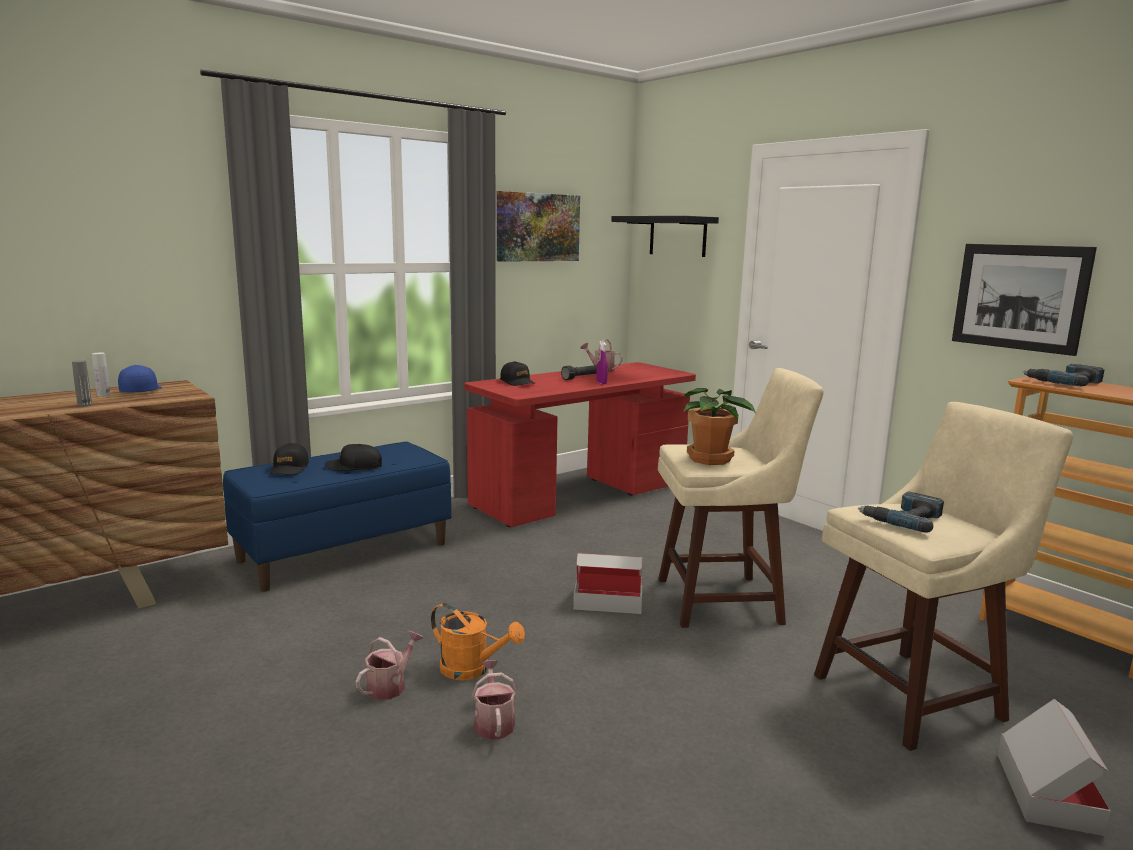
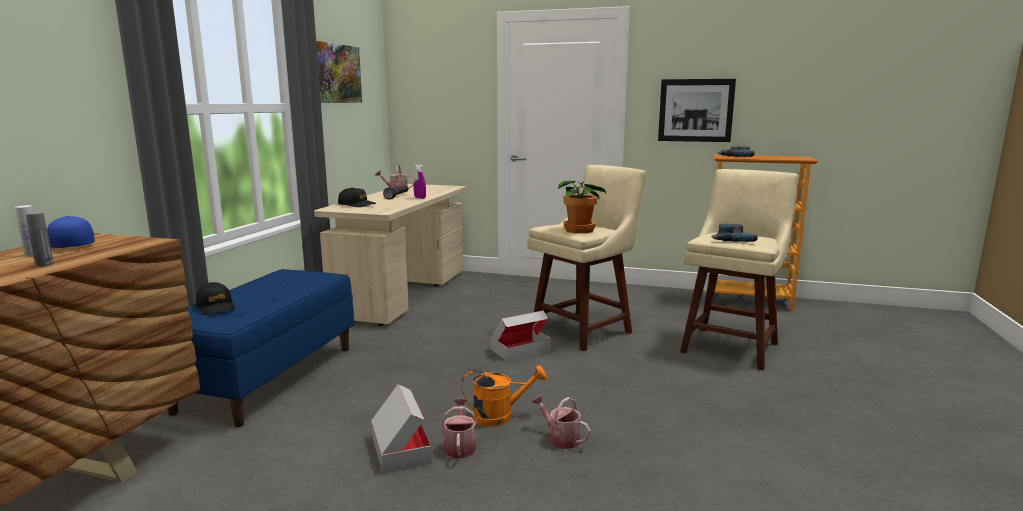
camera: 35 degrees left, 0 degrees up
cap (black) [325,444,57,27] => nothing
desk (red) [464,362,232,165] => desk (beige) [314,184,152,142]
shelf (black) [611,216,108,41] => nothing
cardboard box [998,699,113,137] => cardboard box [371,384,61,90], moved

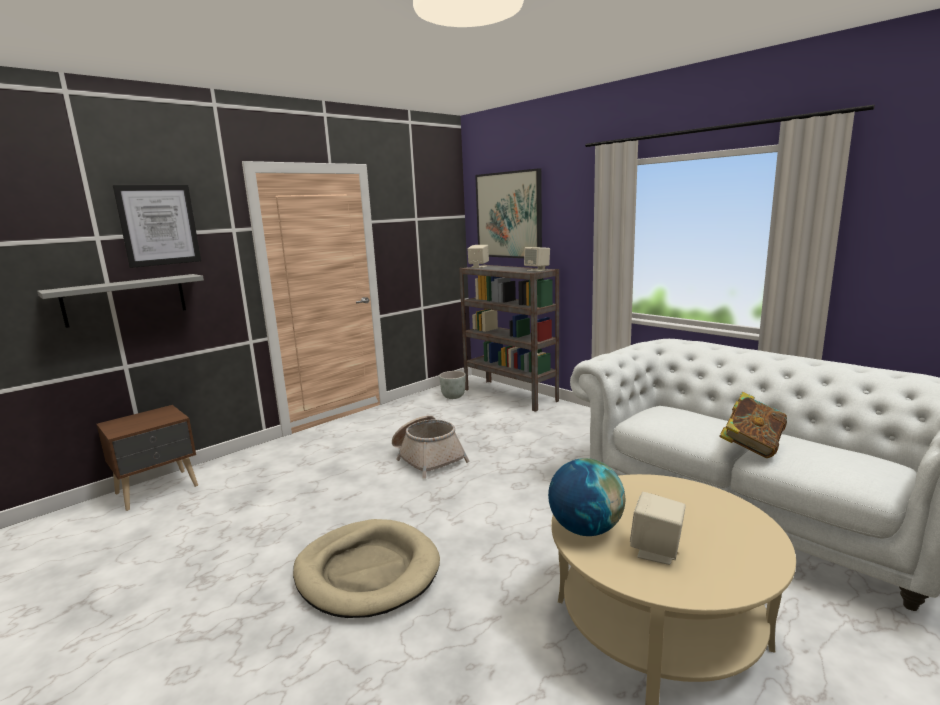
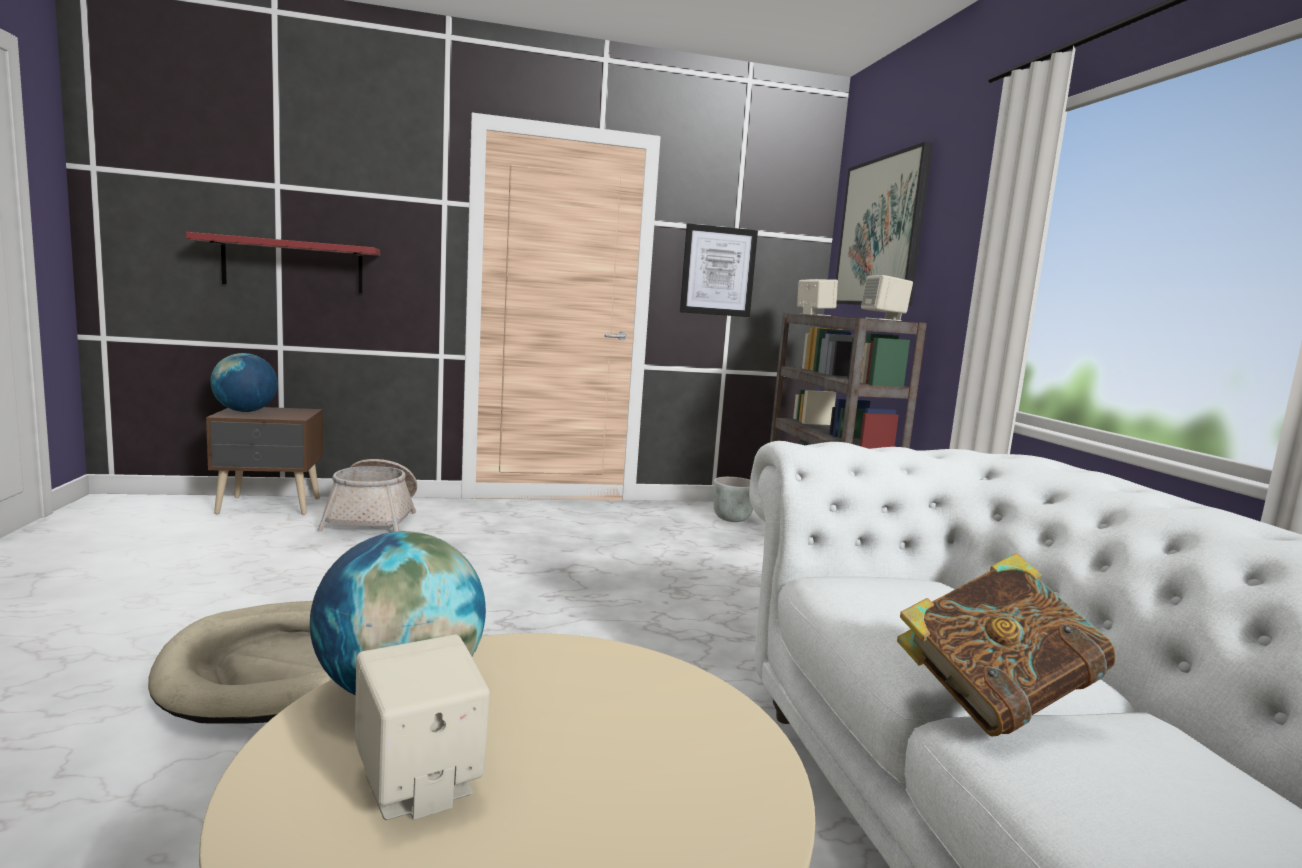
camera: 30 degrees right, 5 degrees down
shelf (grey) [37,274,167,54] => shelf (red) [186,232,194,62]
picture [113,185,88,83] => picture [680,223,78,94], moved
basket [392,416,77,63] => basket [318,459,99,73], moved
nothing => globe [210,353,68,59]

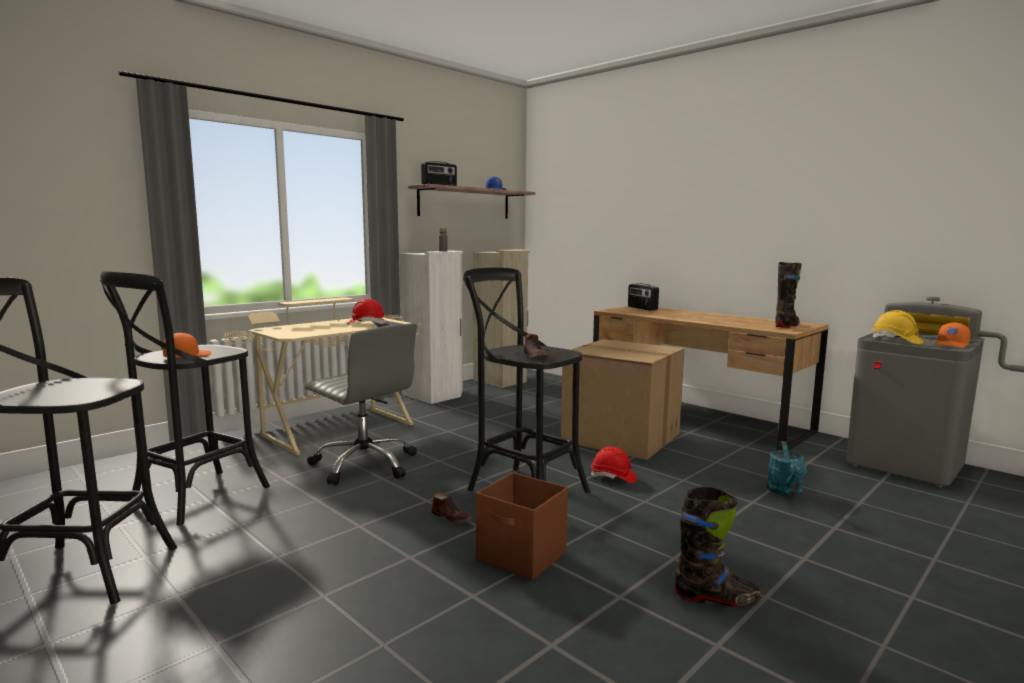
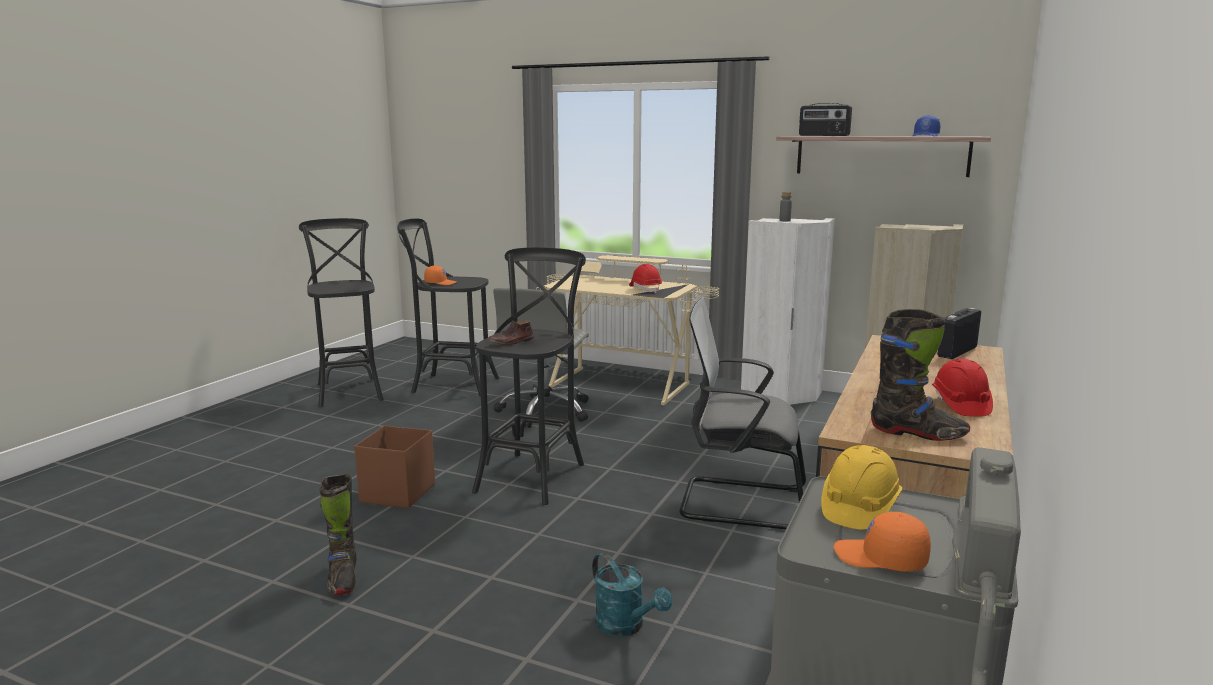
camera: 70 degrees right, 5 degrees up
shoe (brown) [431,493,42,30] => nothing
cardboard box [561,339,124,121] => chair [679,298,127,231]
hard hat (red) [590,447,47,36] => hard hat (red) [932,359,61,58], moved
watering can (turquoise) [767,441,40,56] => watering can (turquoise) [592,552,80,84], 120 degrees counterclockwise

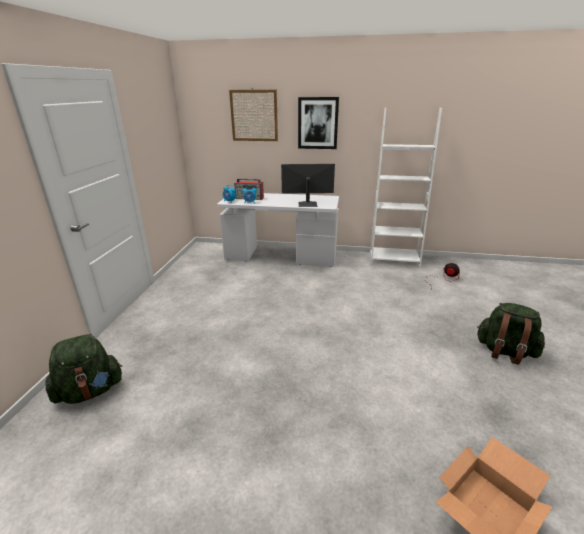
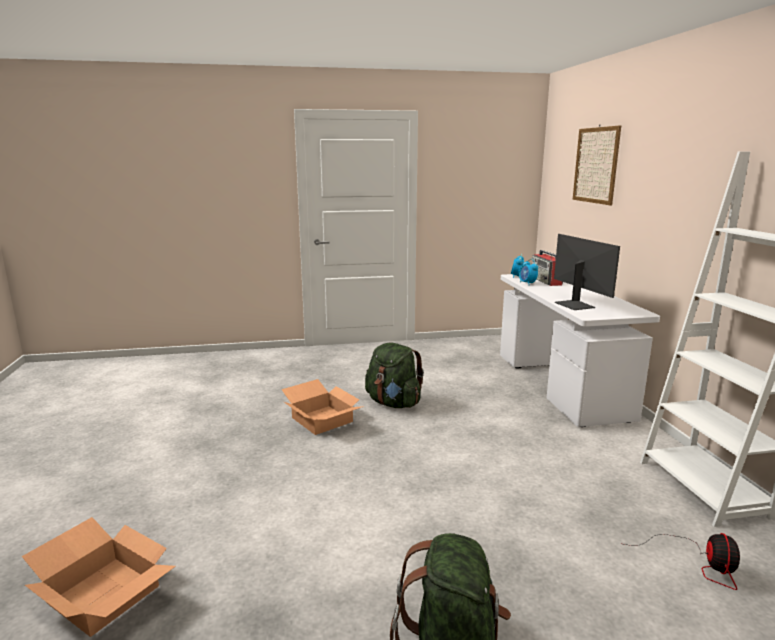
camera: 70 degrees right, 10 degrees down
backpack (green) [45,334,77,70] => backpack (green) [365,343,59,65], moved
picture [298,97,41,52] => nothing
nothing => cardboard box [281,379,83,56]

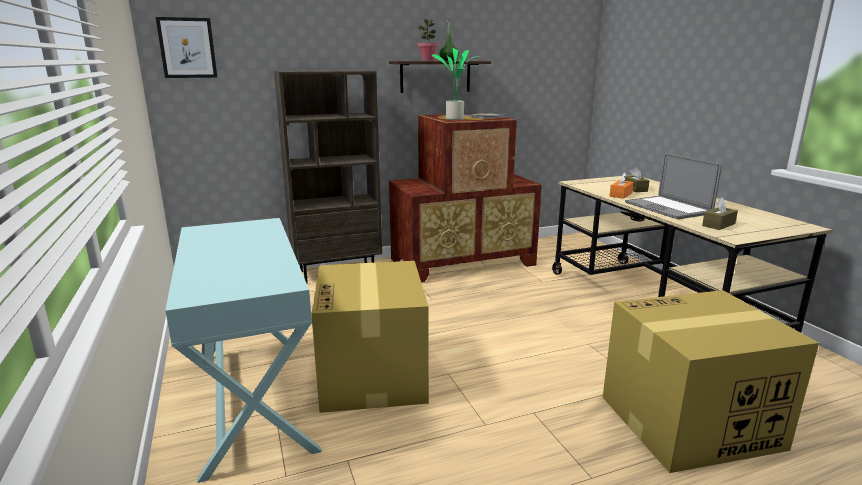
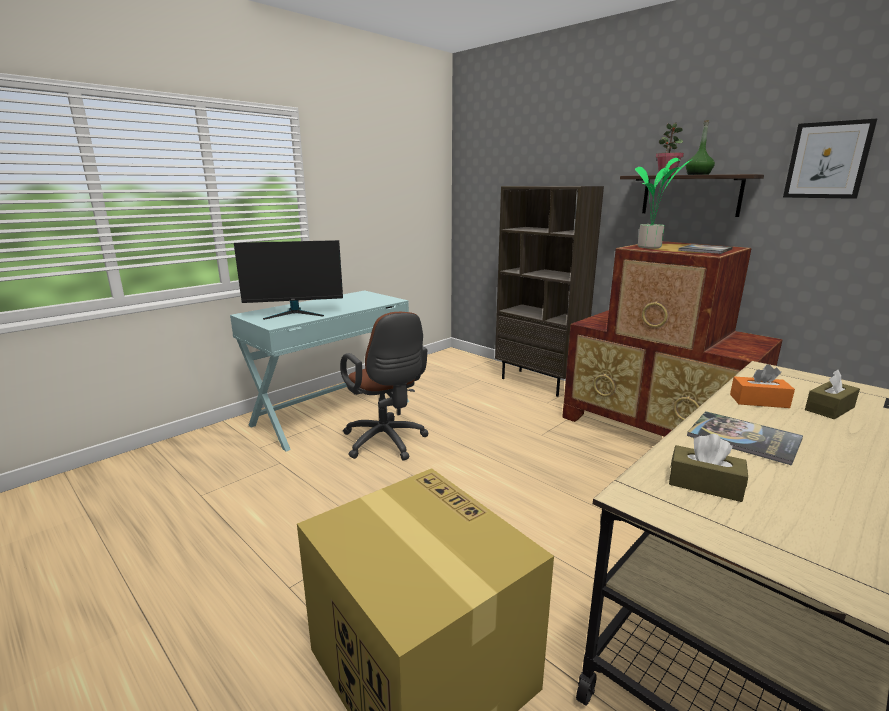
camera: 65 degrees right, 0 degrees up
picture [156,17,61,61] => picture [783,119,94,80], moved
cardboard box [311,261,118,152] => office chair (brown) [340,312,89,149]
laptop [625,153,97,66] => book [687,411,116,55]
nothing => monitor [234,240,109,80]

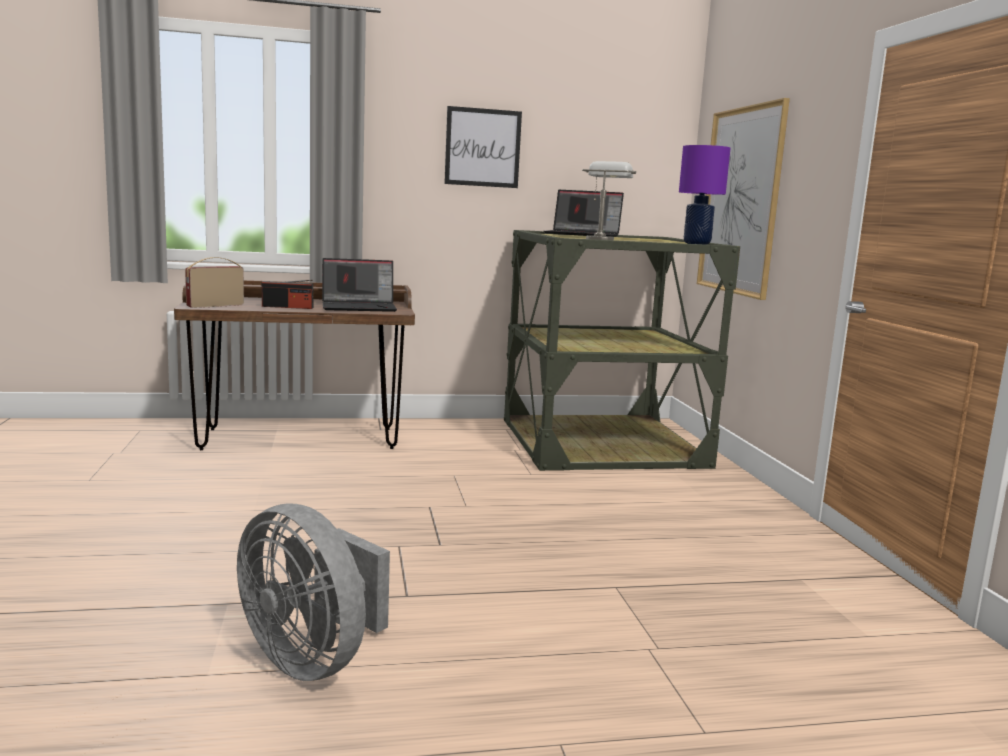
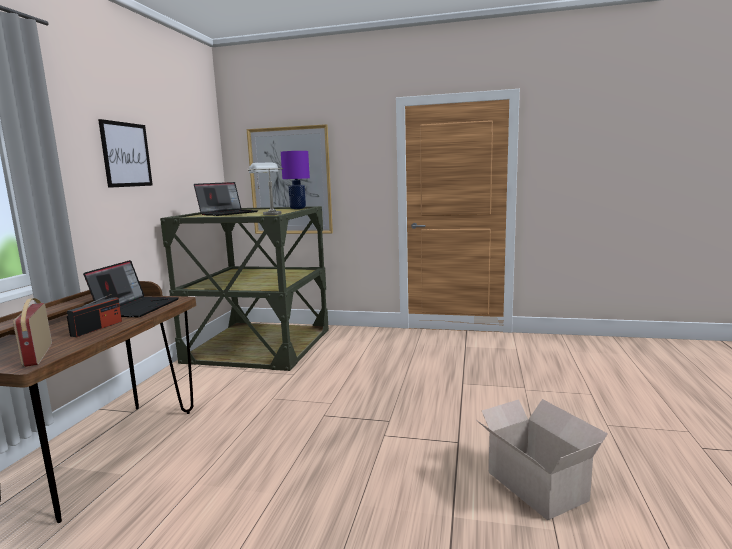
camera: 65 degrees left, 0 degrees up
fan (grey) [237,503,153,178] => cardboard box [476,399,132,121]

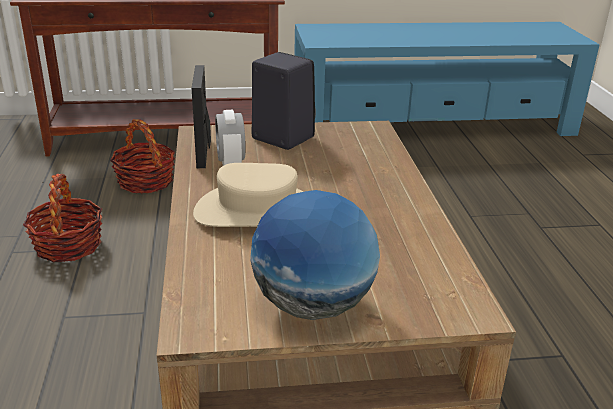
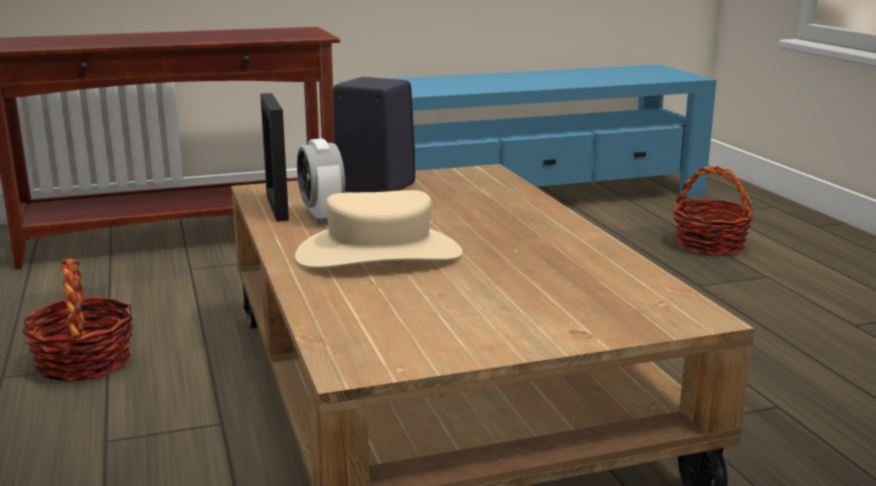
camera: 10 degrees left, 10 degrees down
basket [110,119,65,74] => basket [673,166,80,89], moved
globe [250,190,130,130] => nothing

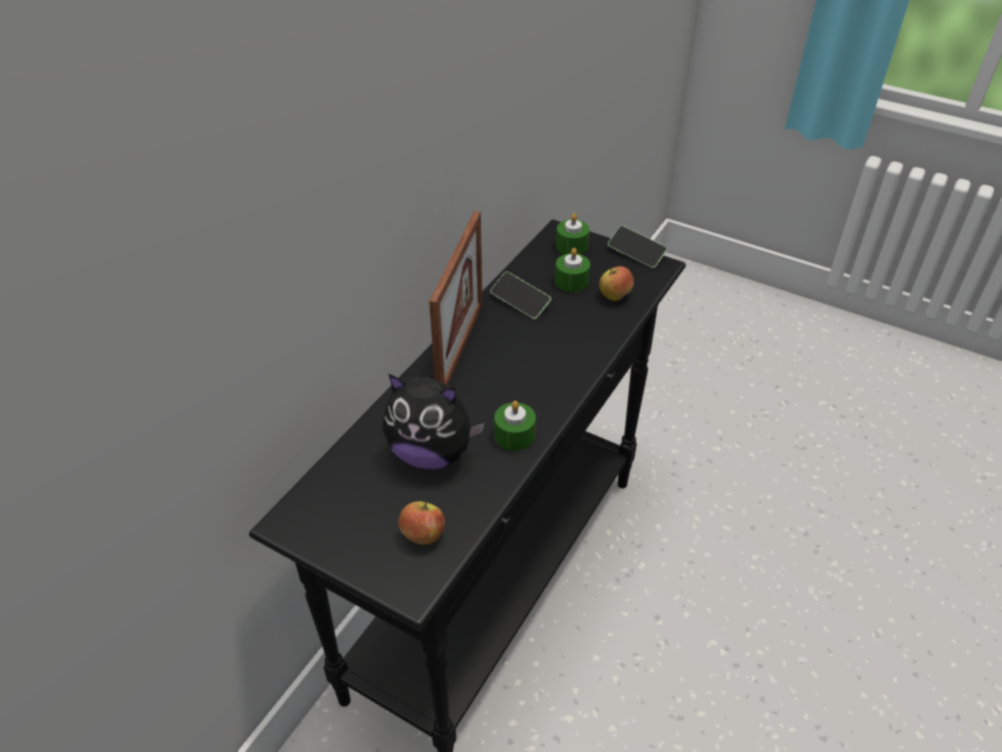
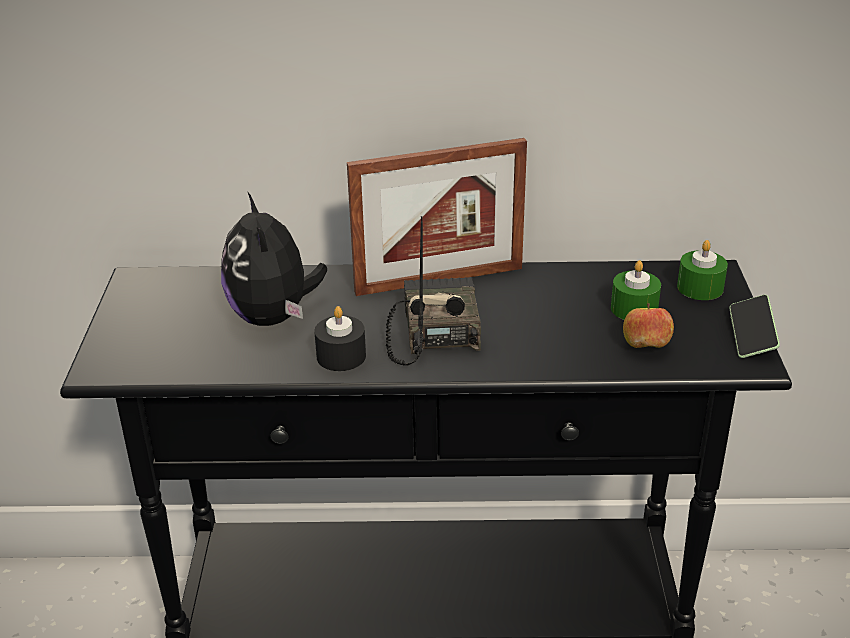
camera: 60 degrees right, 10 degrees down
apple [398,501,47,44] => nothing
phone [490,272,61,47] => nothing
candle (green) [494,401,42,50] => candle (black) [314,306,52,65]
nothing => radio [386,216,95,150]

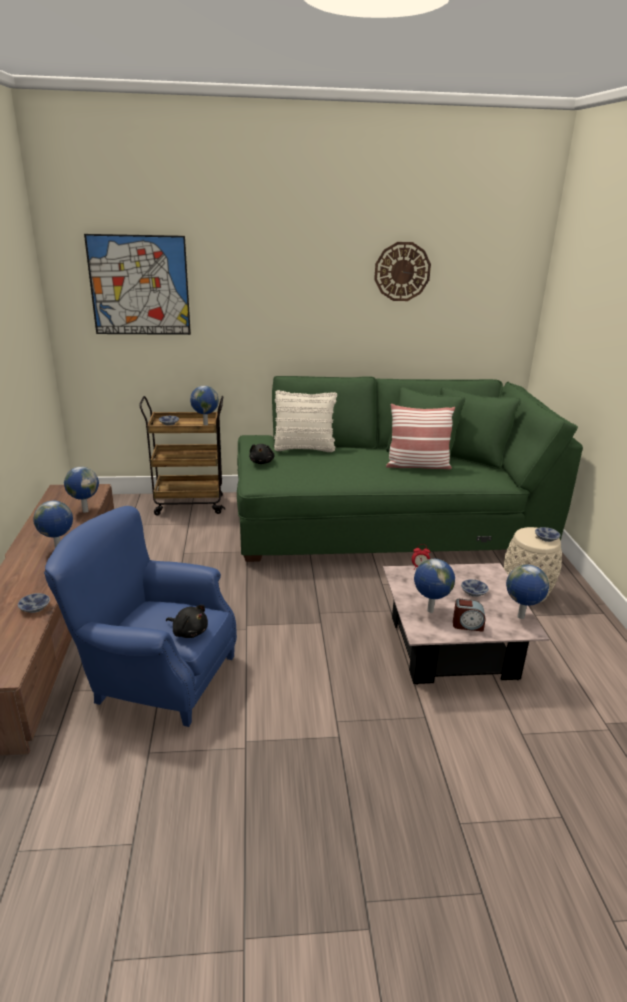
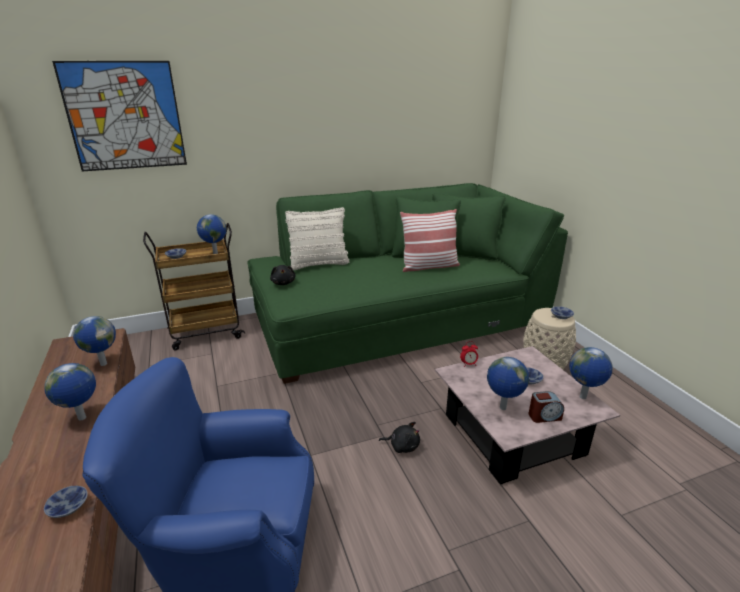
camera: 15 degrees left, 0 degrees up
plush toy (black) [166,605,42,33] => plush toy (black) [379,422,41,31], moved
wall clock [374,242,57,59] => nothing

